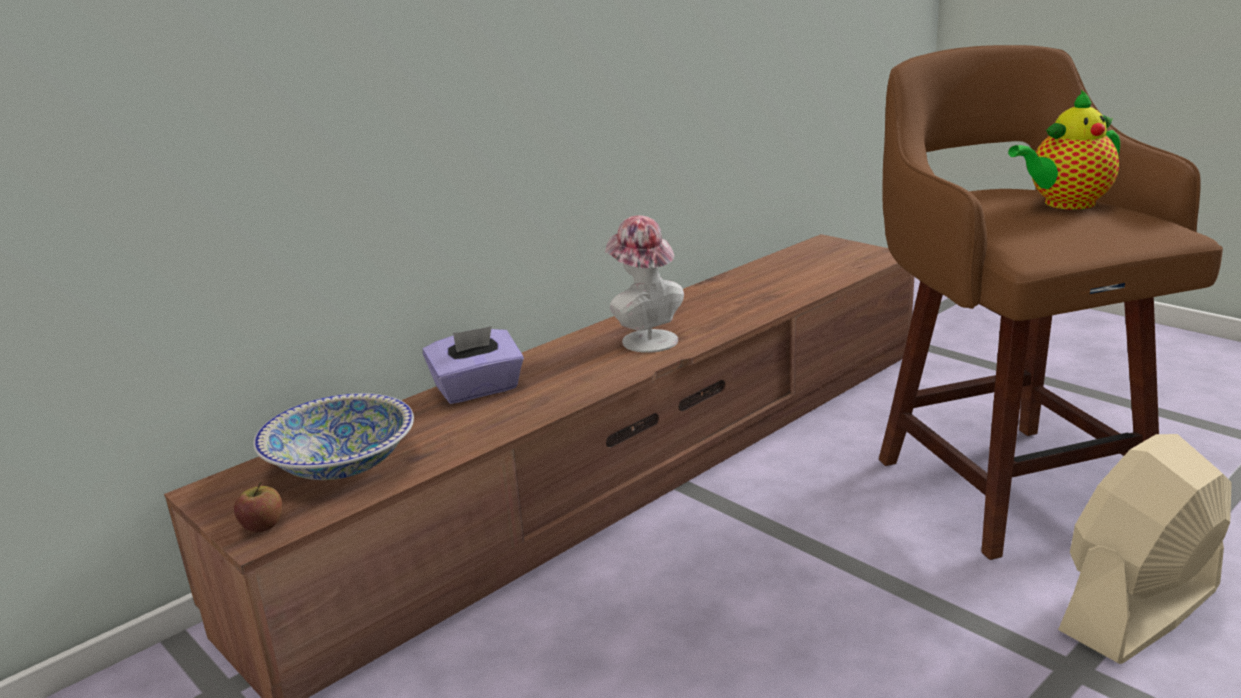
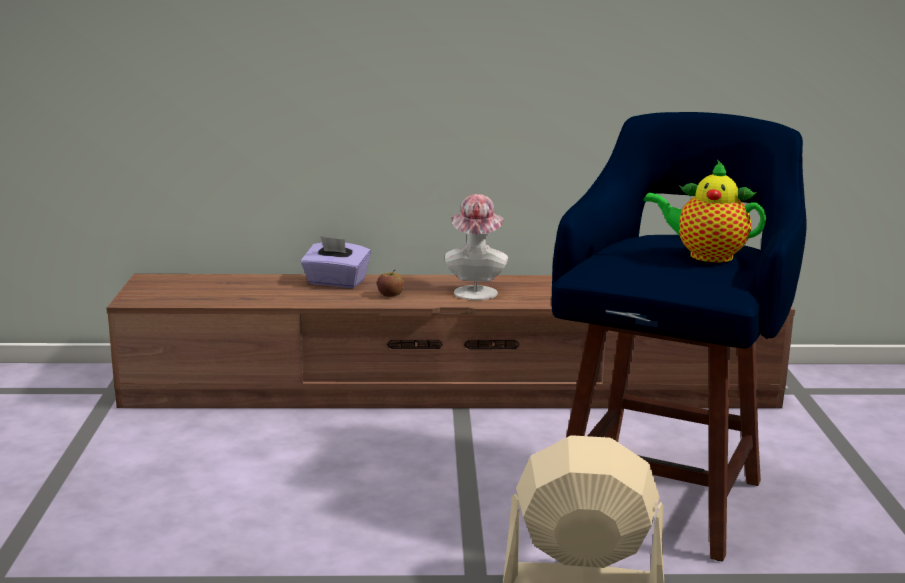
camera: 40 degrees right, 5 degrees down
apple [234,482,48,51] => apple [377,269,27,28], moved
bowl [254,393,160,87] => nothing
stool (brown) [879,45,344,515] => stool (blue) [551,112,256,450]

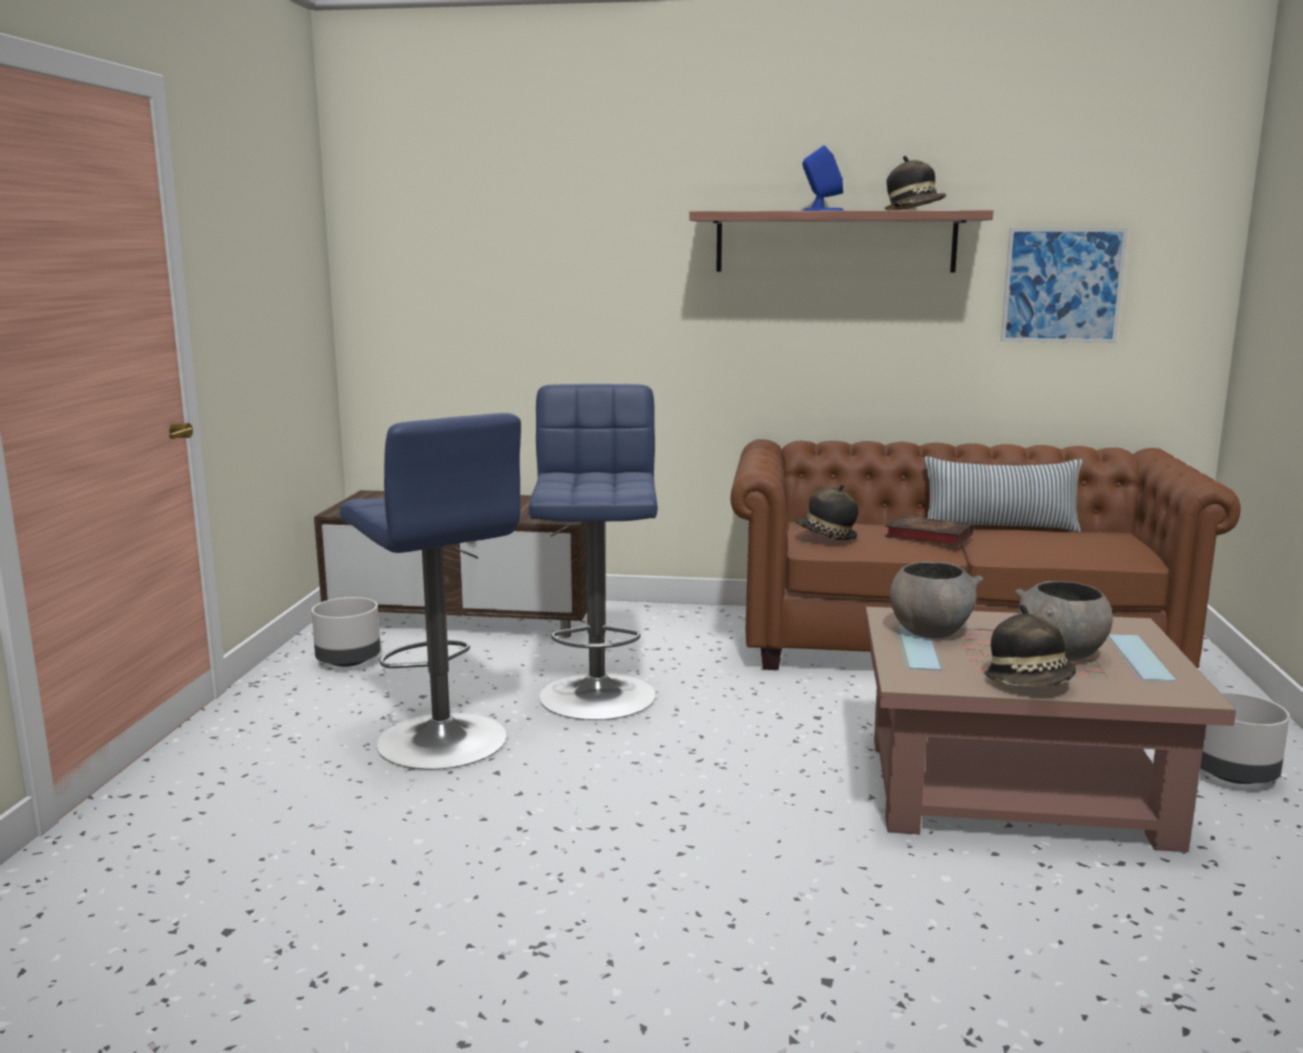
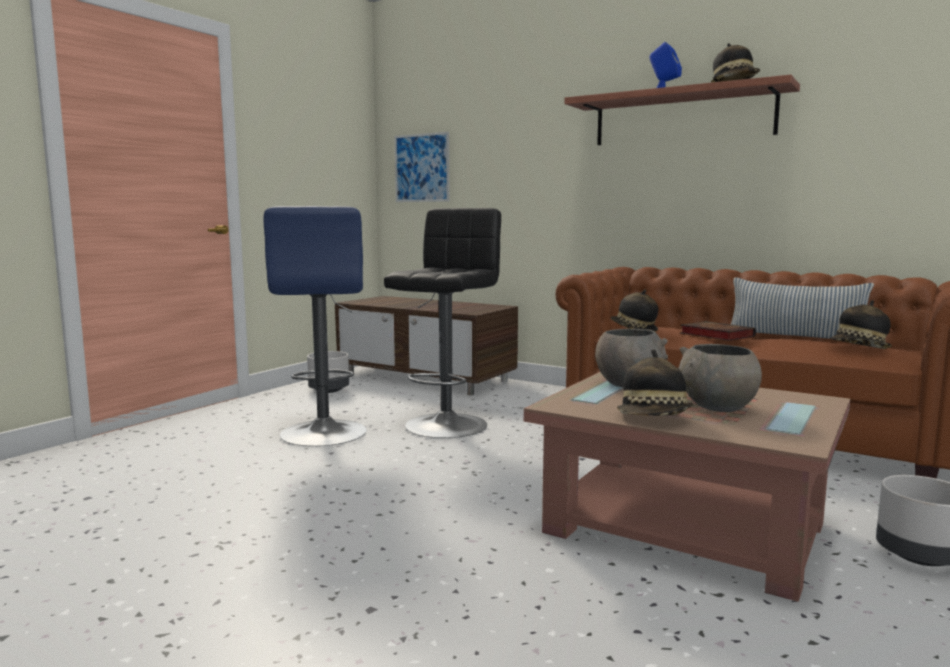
camera: 25 degrees right, 5 degrees down
stool (blue) [529,384,129,336] => stool (black) [384,208,117,230]
picture [1001,228,127,115] => picture [395,132,54,70], moved
nothing => hat [829,300,63,49]

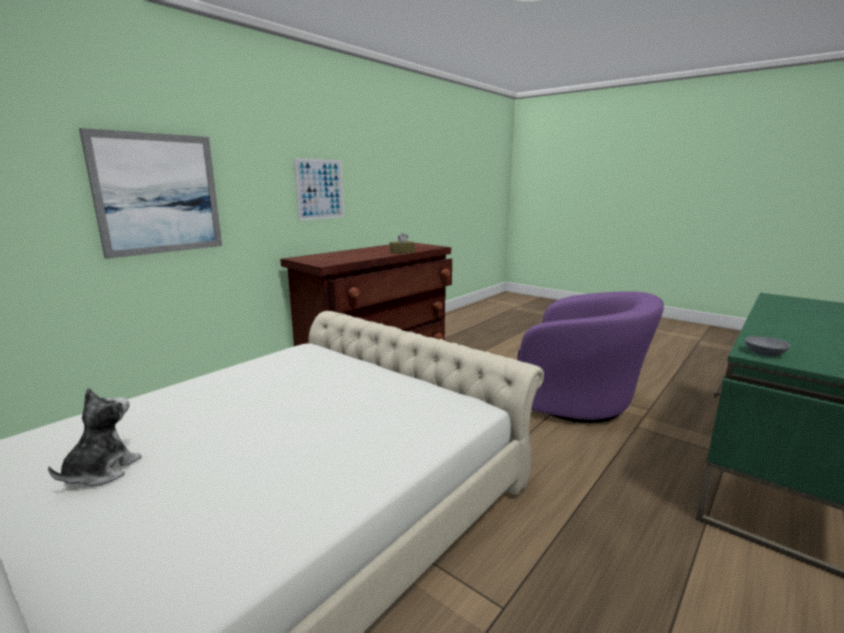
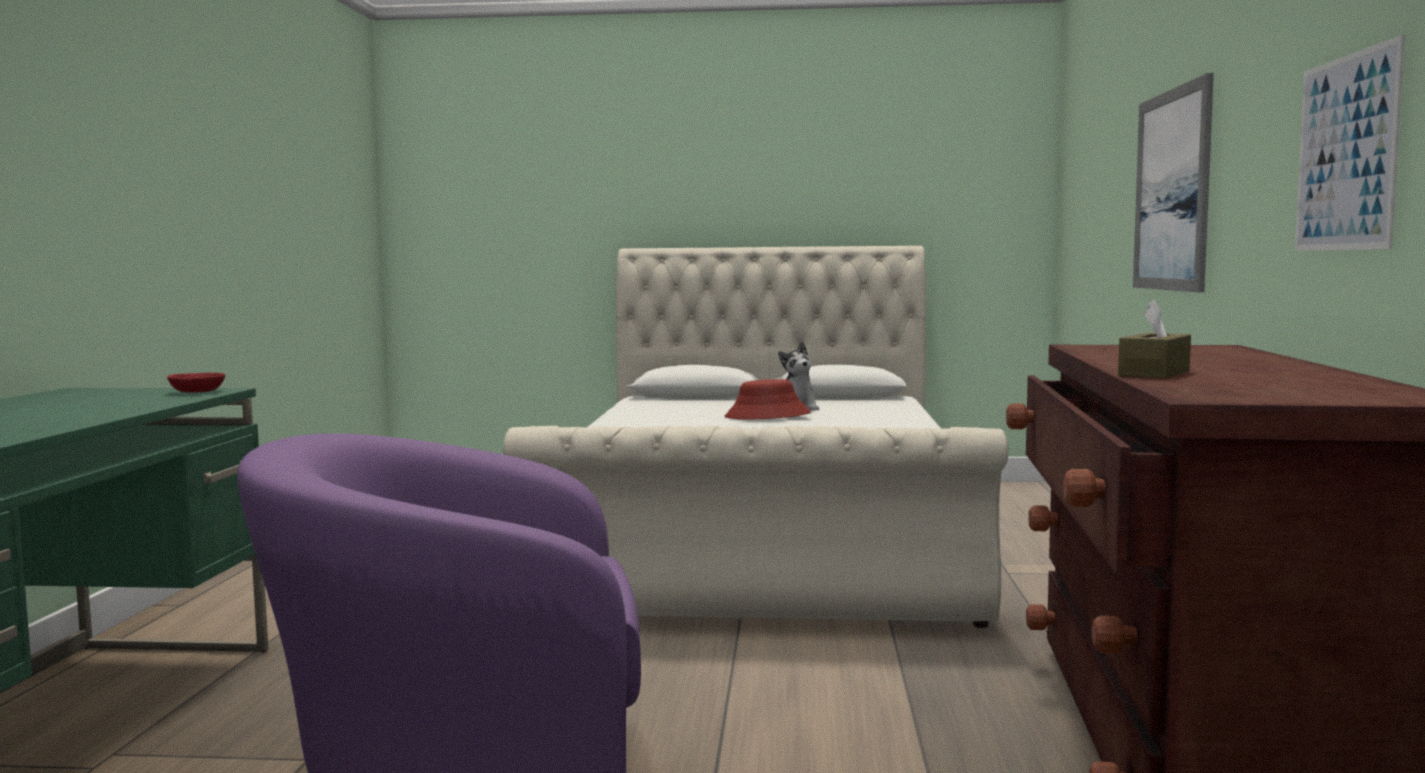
camera: 145 degrees right, 10 degrees down
bowl (grey) [745,336,45,20] => bowl (red) [167,373,58,20]
nothing => hat (red) [725,379,86,40]

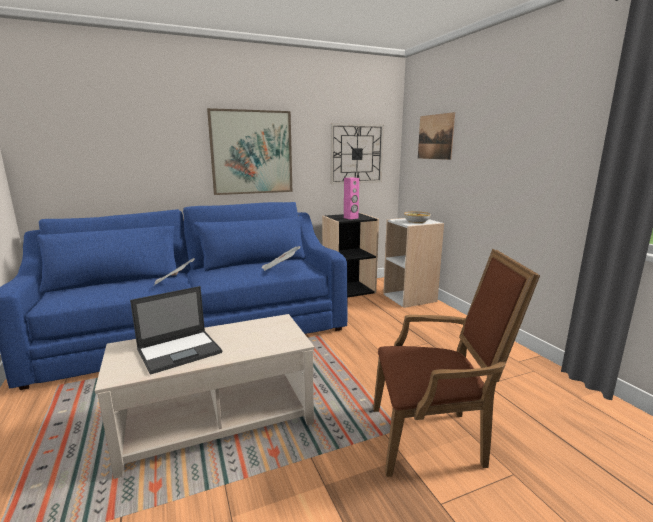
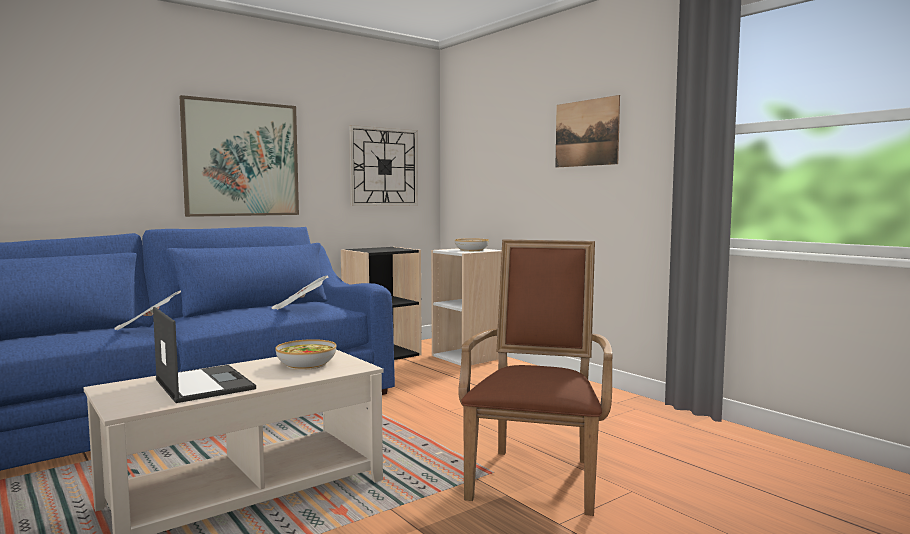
camera: 15 degrees left, 10 degrees down
laptop [130,286,92,89] => laptop [153,307,103,96], 75 degrees counterclockwise
speaker (pink) [344,177,15,42] => nothing
armchair (brown) [373,249,167,228] => armchair (brown) [458,239,155,277], 60 degrees counterclockwise
picture [418,112,37,48] => picture [555,95,65,73], moved
nothing => bowl [275,339,61,31]

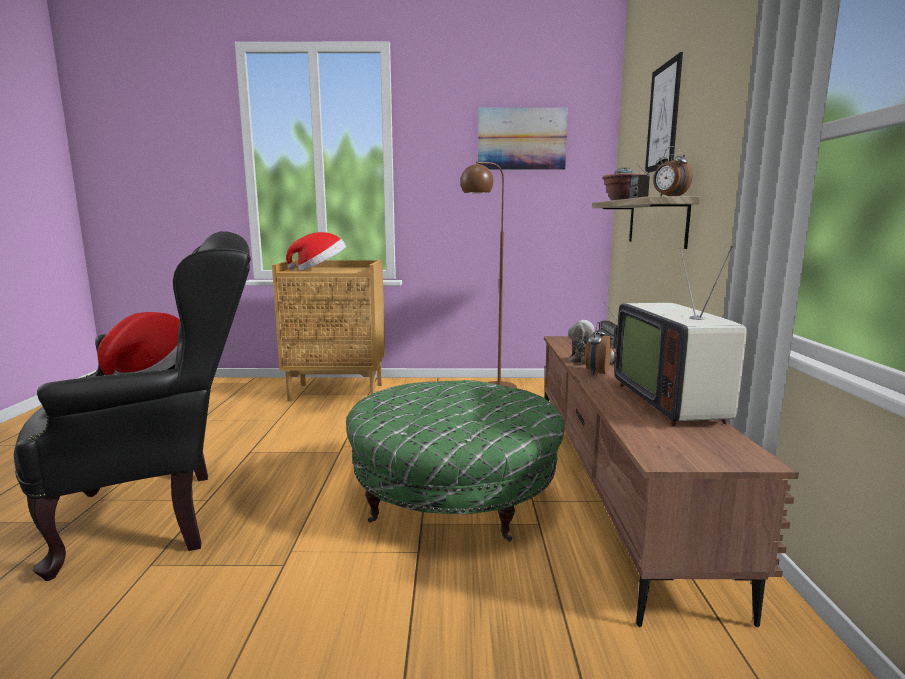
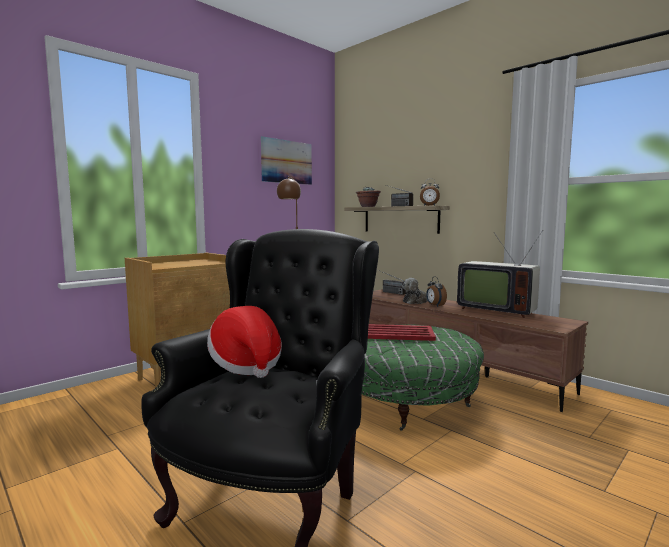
camera: 45 degrees left, 5 degrees down
hat [286,232,60,39] => nothing
picture [645,52,38,121] => nothing
nothing => tray (red) [368,324,68,17]

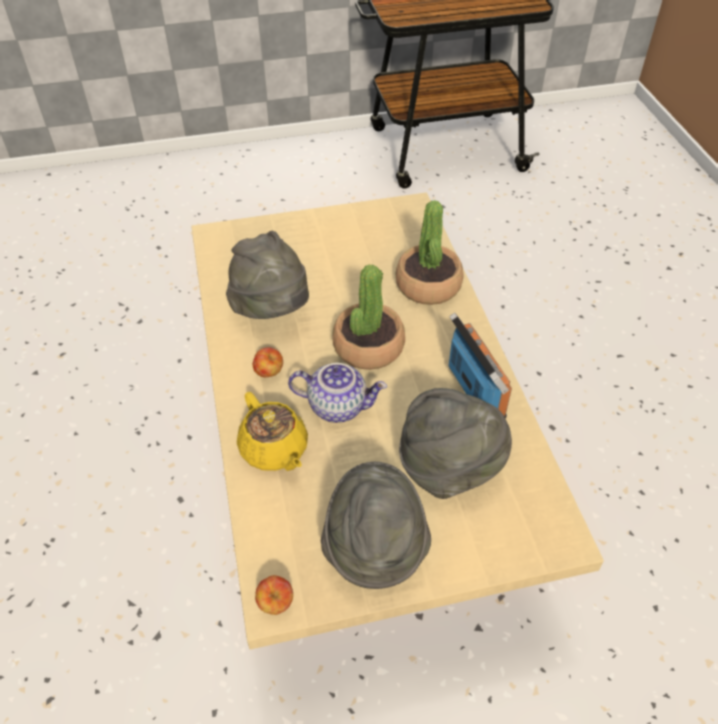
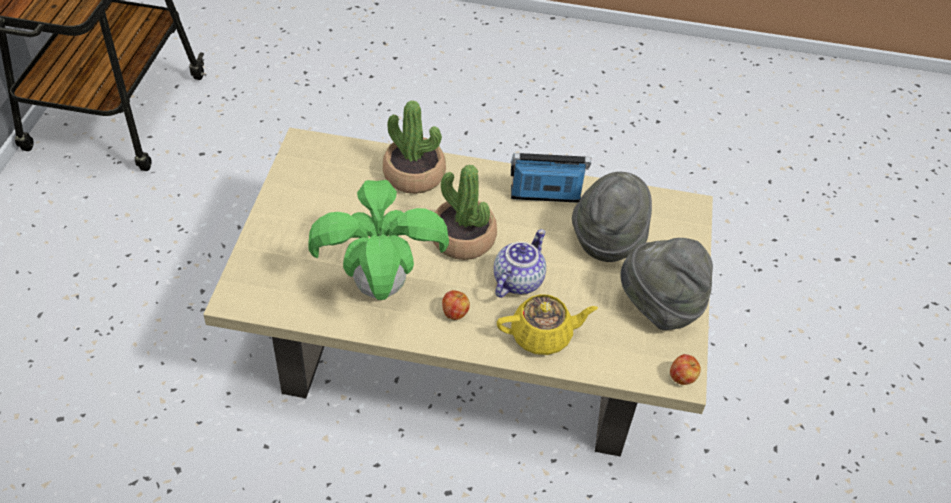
camera: 70 degrees left, 0 degrees up
hat (grey) [226,231,83,88] => potted plant [308,180,141,120]

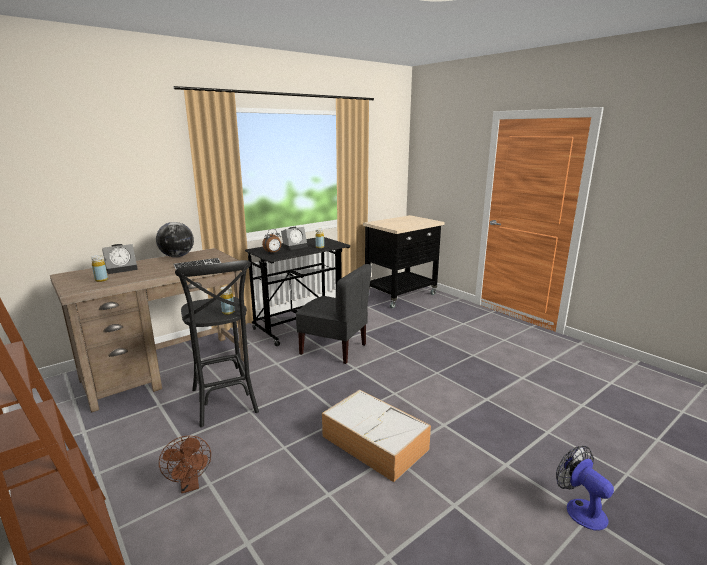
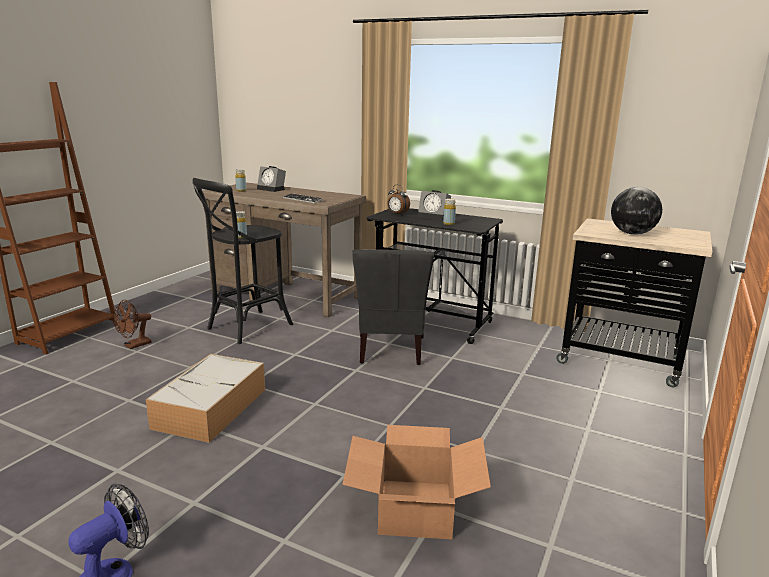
camera: 65 degrees right, 0 degrees up
globe [156,222,38,35] => globe [611,187,51,48], moved
nothing => cardboard box [342,425,149,114]

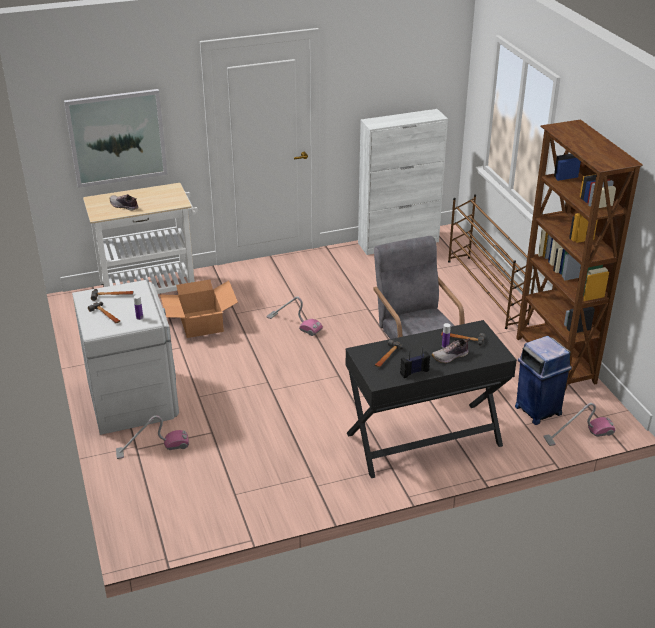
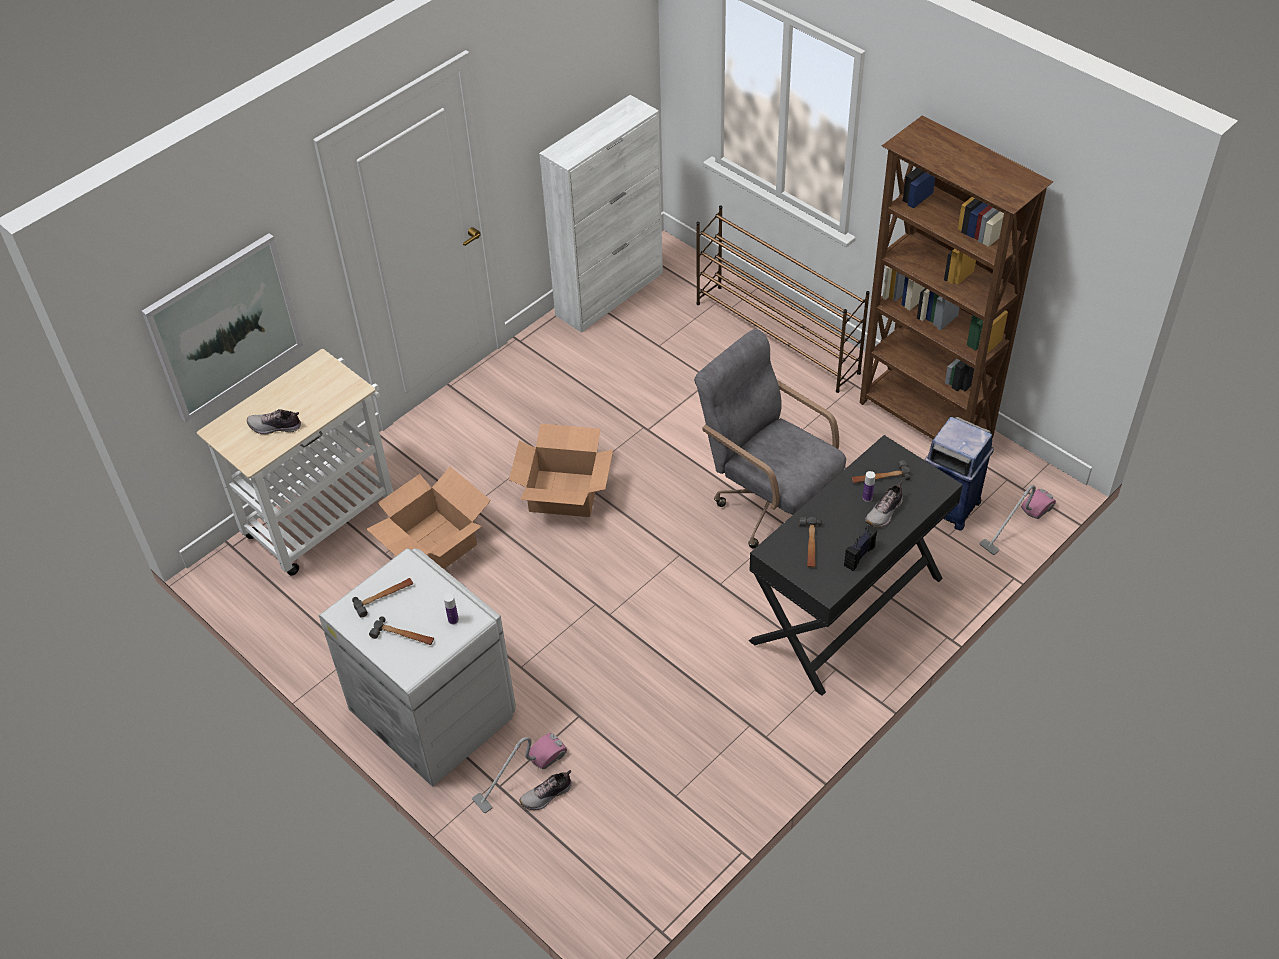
camera: 25 degrees left, 15 degrees up
vacuum cleaner [266,296,57,40] => cardboard box [509,424,104,93]
nothing => shoe [520,770,52,40]

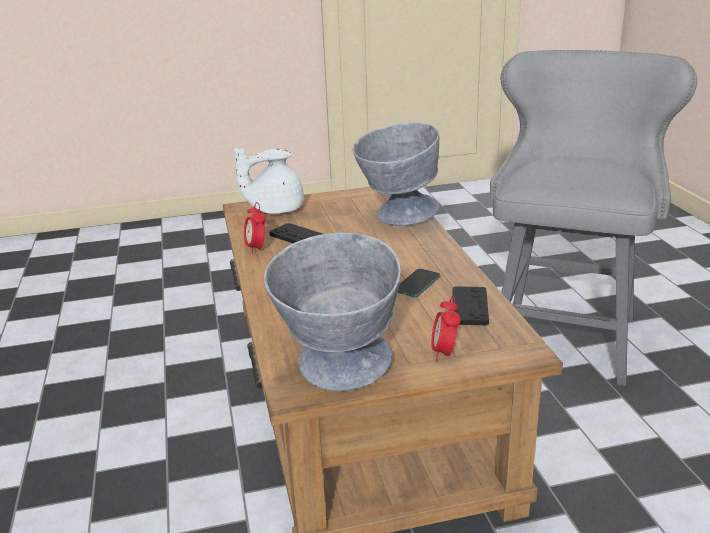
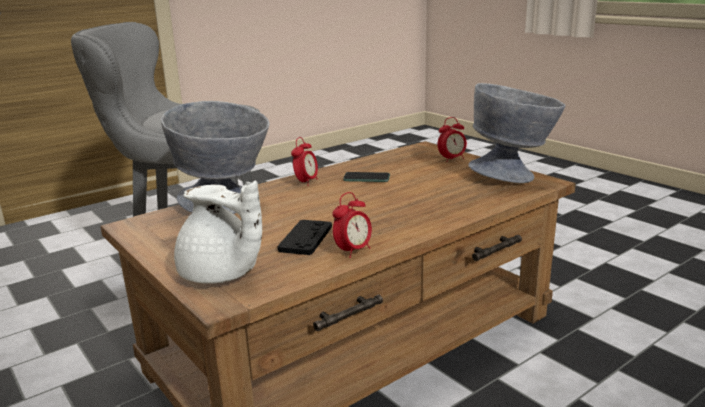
camera: 115 degrees left, 5 degrees down
game controller (black) [453,286,36,39] => nothing
nothing => alarm clock [291,137,27,49]

